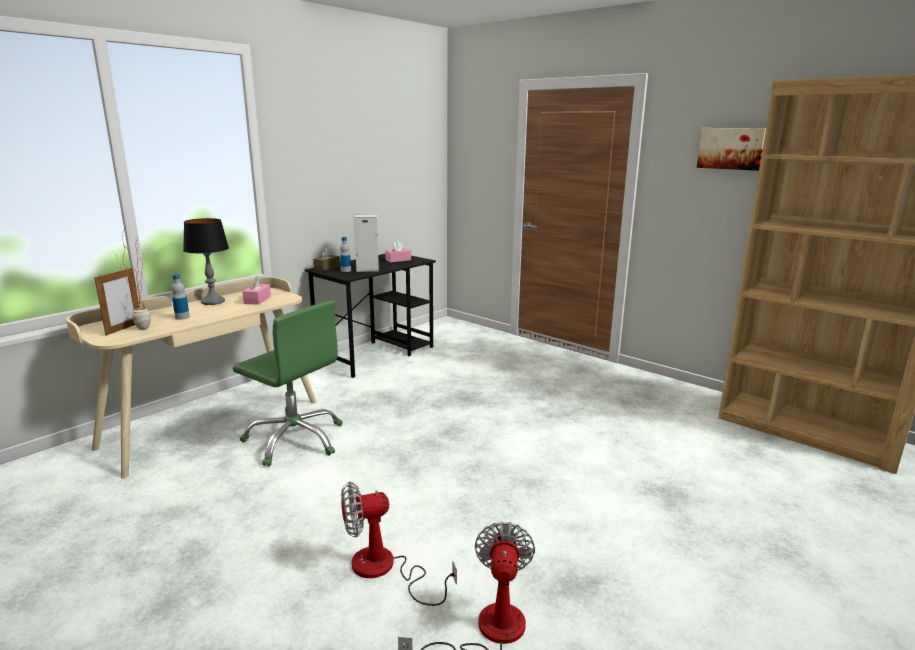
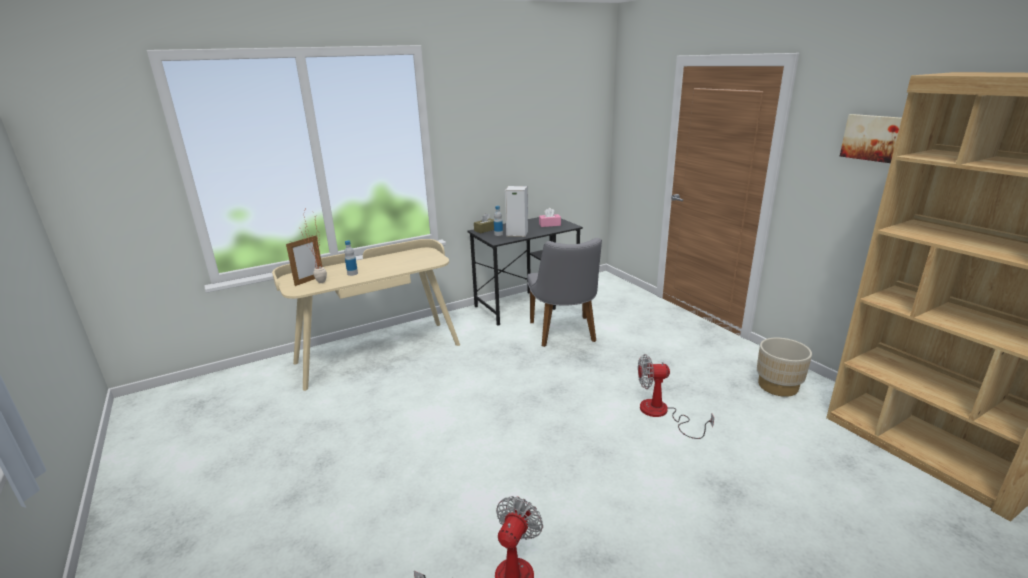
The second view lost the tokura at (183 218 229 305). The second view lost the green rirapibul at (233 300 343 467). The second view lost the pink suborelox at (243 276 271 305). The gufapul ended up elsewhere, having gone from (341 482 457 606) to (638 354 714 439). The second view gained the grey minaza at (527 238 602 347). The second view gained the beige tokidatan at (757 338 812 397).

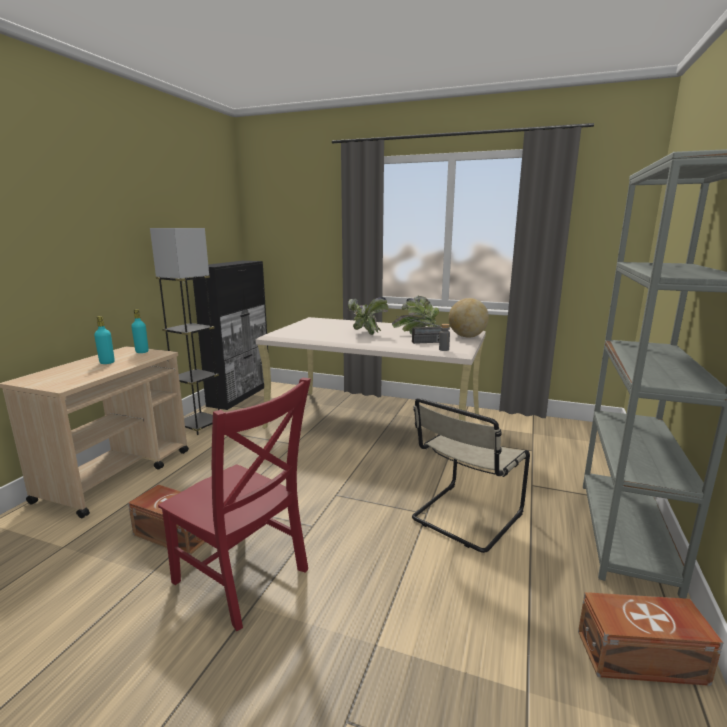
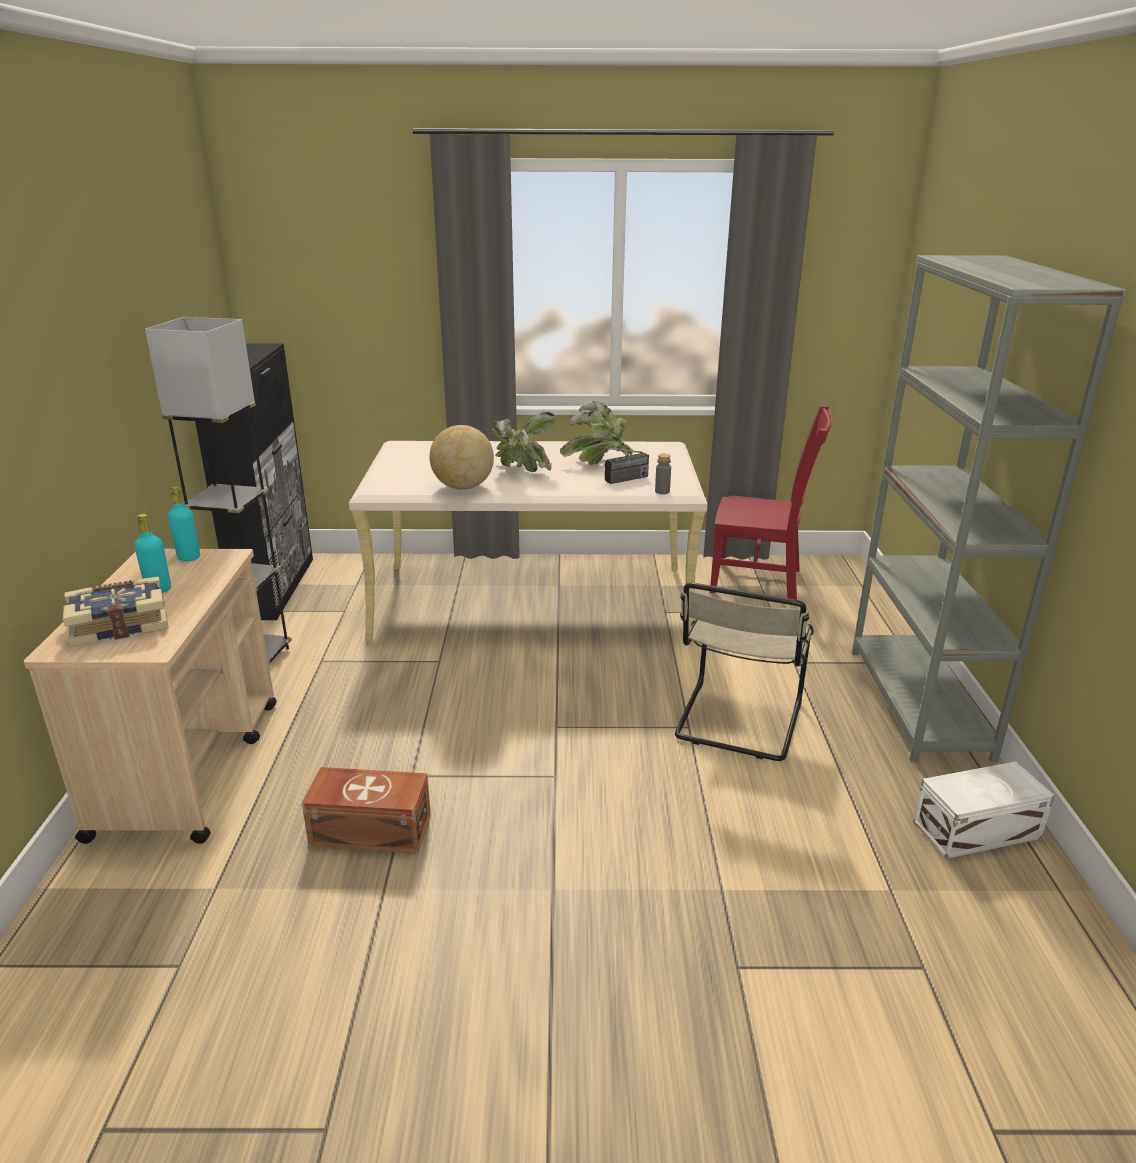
The red minaza ended up elsewhere, having gone from (158 378 311 631) to (710 405 831 600). The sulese ended up elsewhere, having gone from (449 298 489 337) to (429 425 494 490). What was the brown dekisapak at (578 592 724 686) turned into the white dekisapak at (913 761 1055 859). The second view gained the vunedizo at (63 577 168 647).

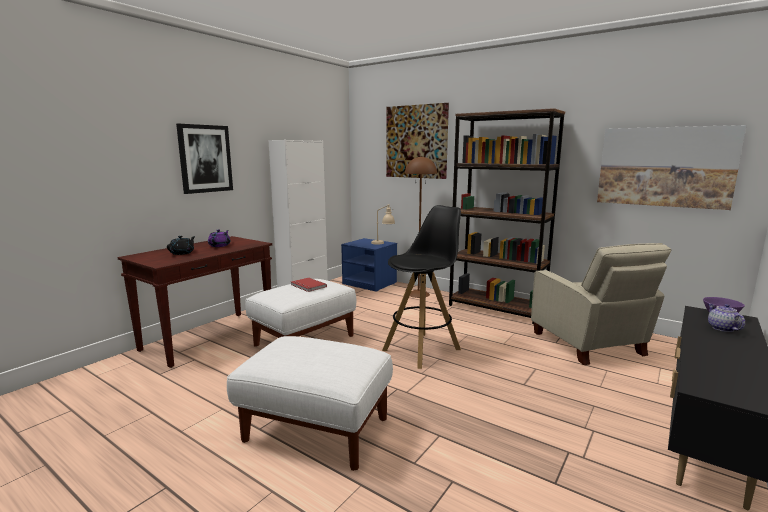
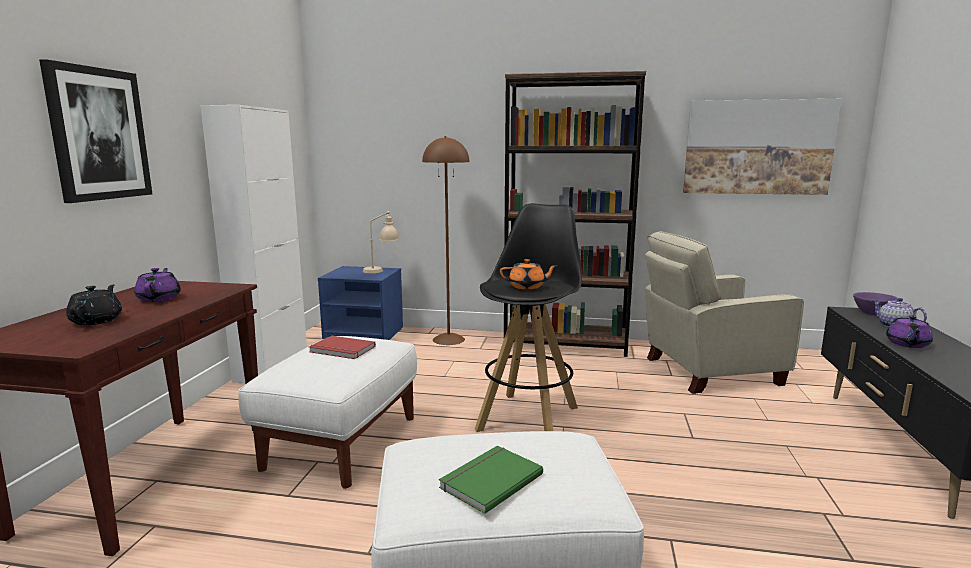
The second view lost the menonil at (386 103 449 179). The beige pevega at (531 243 671 365) ended up facing another way, 120 degrees clockwise from before. The second view gained the green vunedizo at (439 446 543 514). The second view gained the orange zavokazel at (500 259 558 290). The second view gained the purple zavokazel at (886 315 933 348).

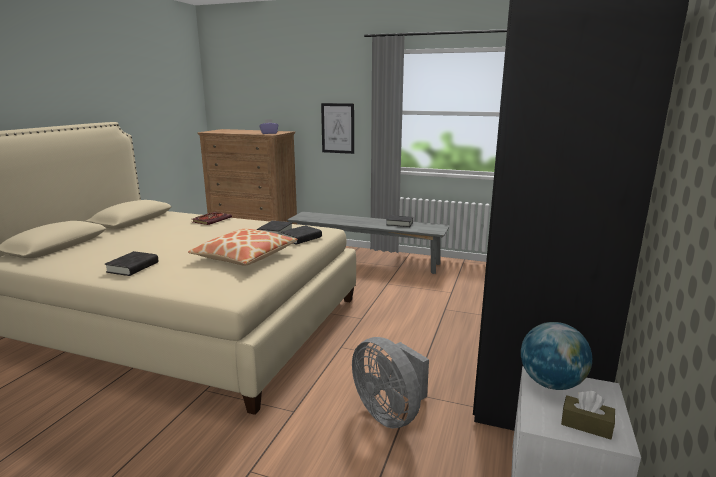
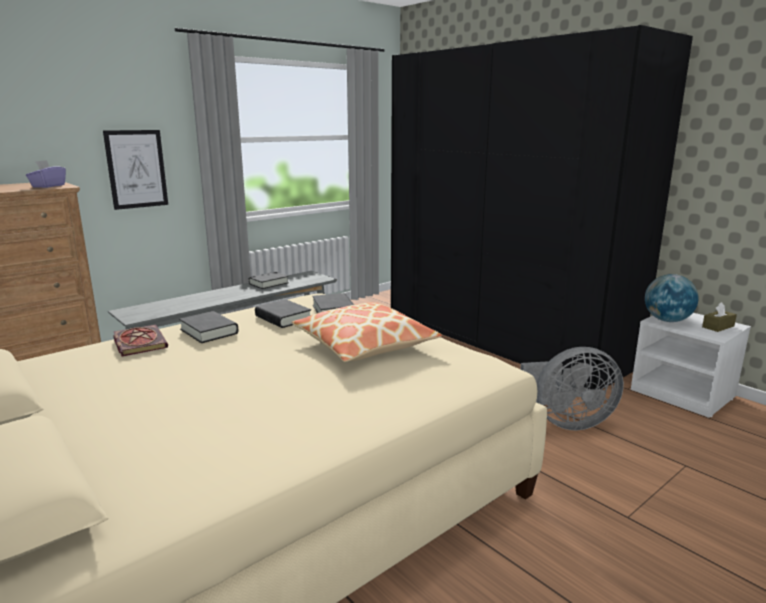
The black vunedizo ended up elsewhere, having gone from (105 251 159 276) to (179 311 238 343).

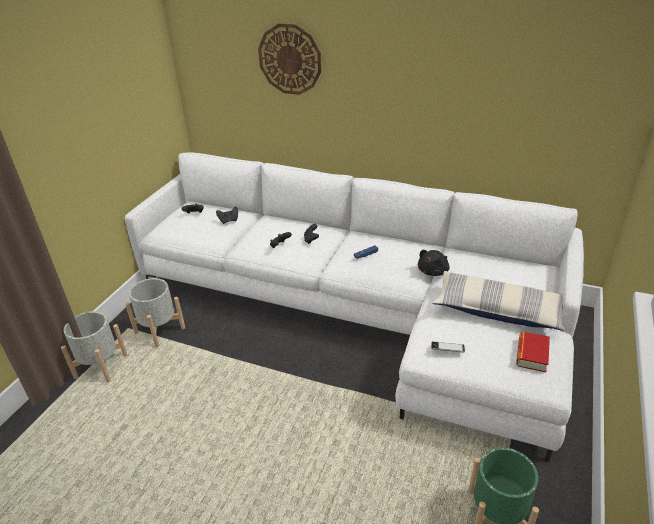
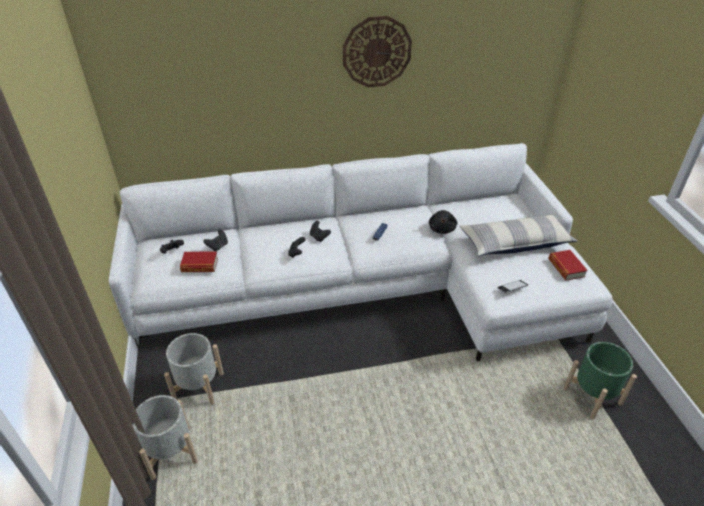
The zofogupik ended up elsewhere, having gone from (258 24 321 95) to (343 16 412 87). The second view gained the vunedizo at (180 251 218 272).

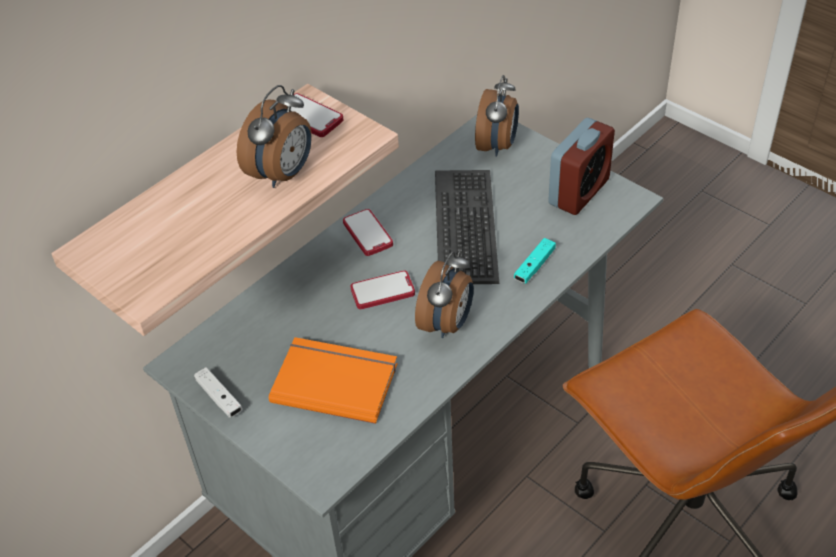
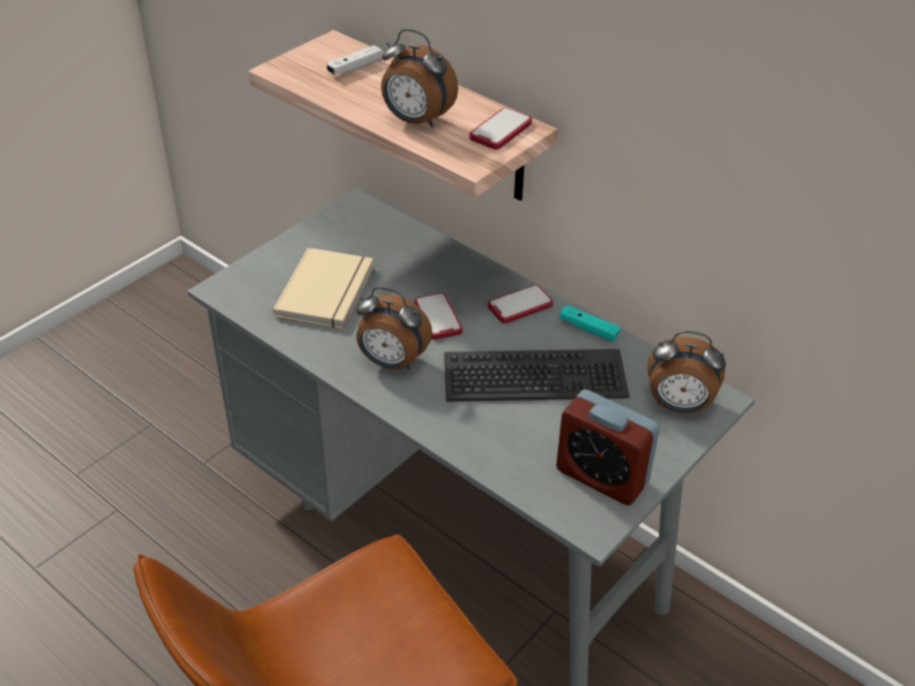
The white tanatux ended up elsewhere, having gone from (194 367 242 418) to (327 45 383 75). What was the orange vunedizo at (269 337 398 424) turned into the beige vunedizo at (272 248 374 329). The turquoise tanatux ended up elsewhere, having gone from (514 238 556 283) to (560 305 620 342).

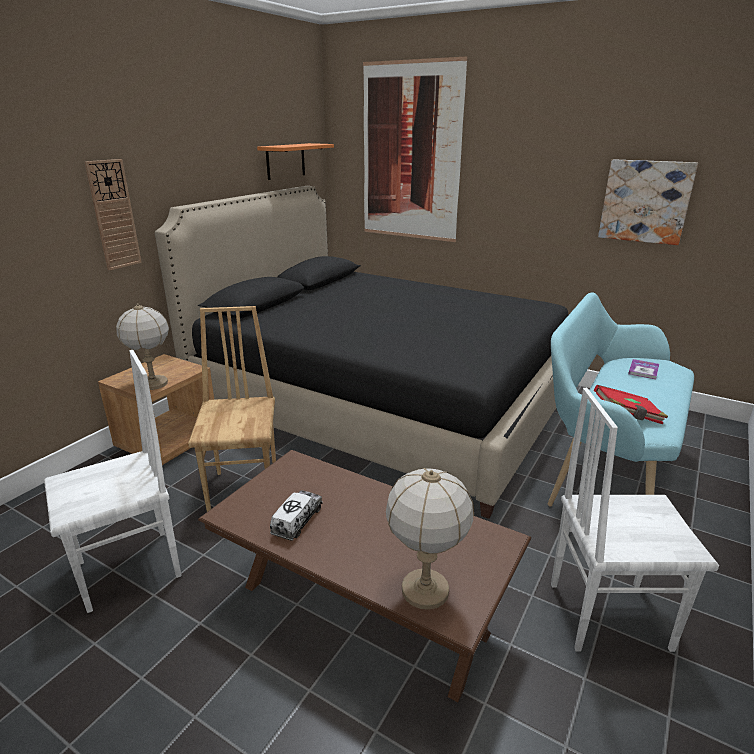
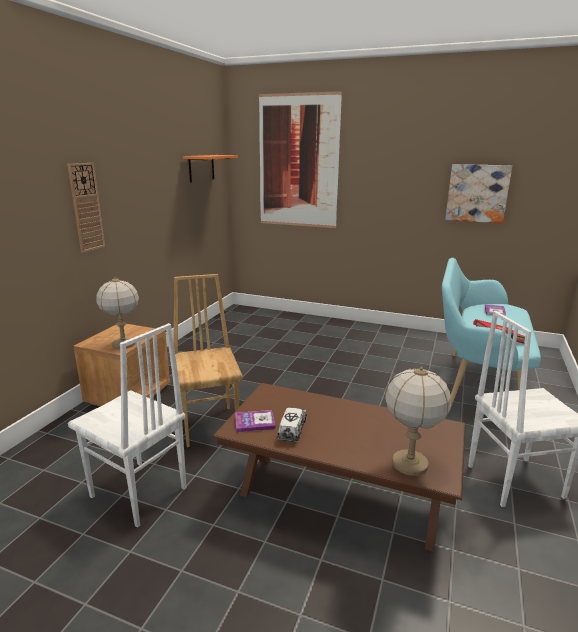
The white minaza at (44 350 181 613) ended up facing another way, 75 degrees clockwise from before. The second view lost the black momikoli at (155 186 569 519). The second view gained the vunedizo at (235 410 275 432).

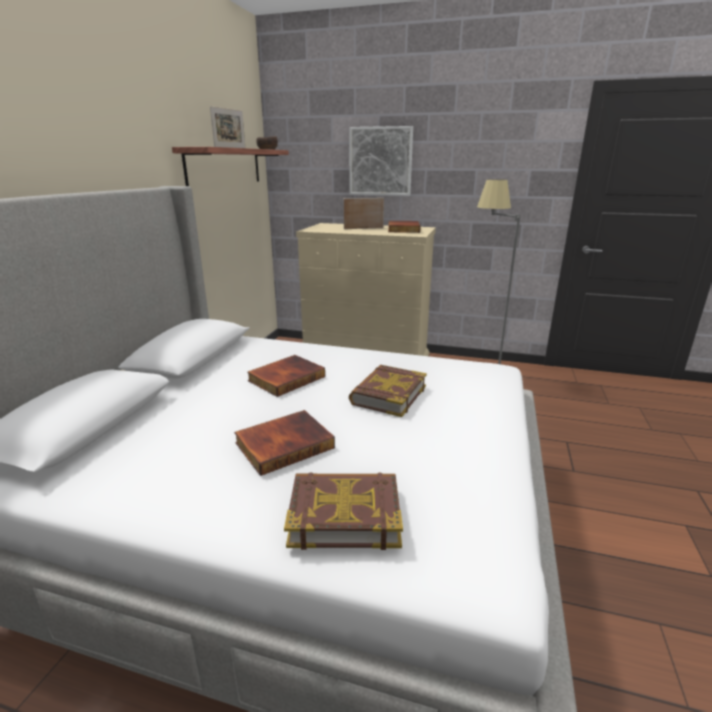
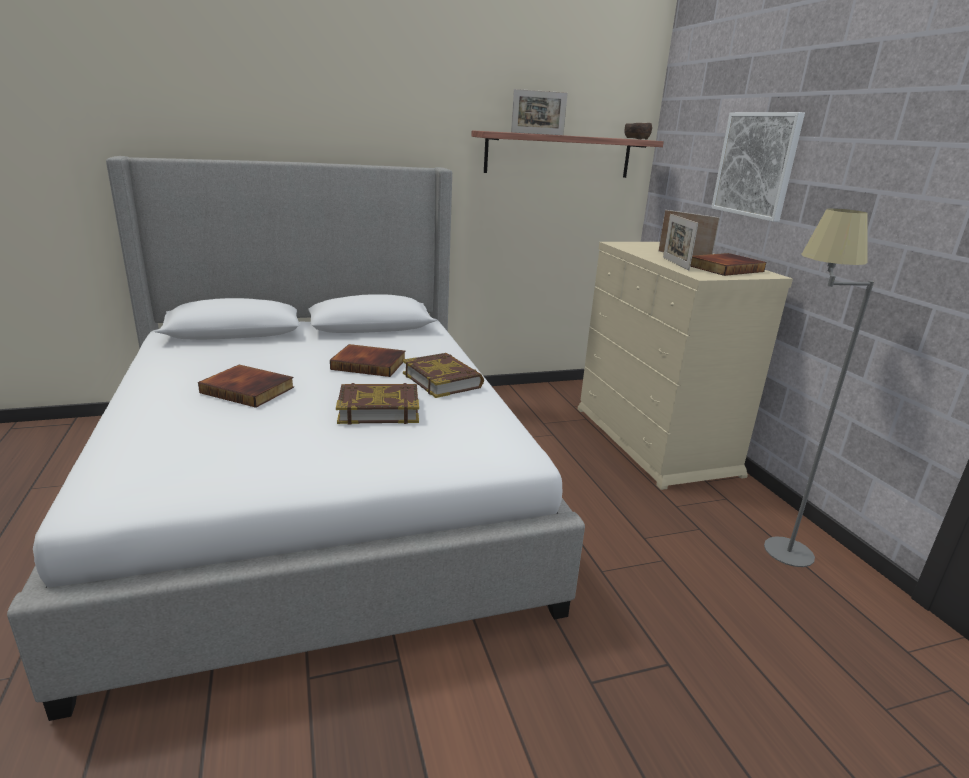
The vunedizo ended up elsewhere, having gone from (284 472 403 550) to (402 353 484 398). The second view gained the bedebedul at (663 214 698 270).

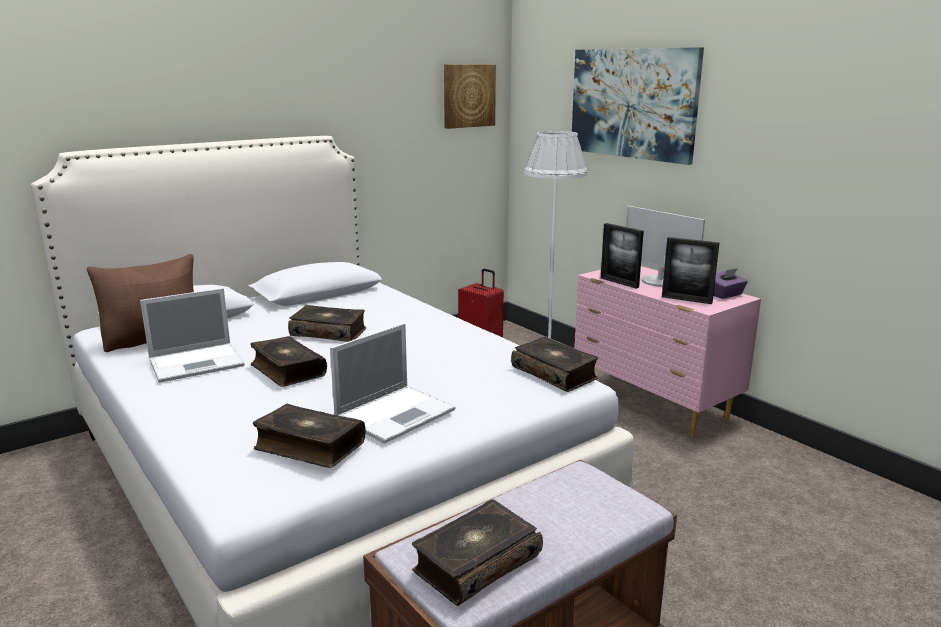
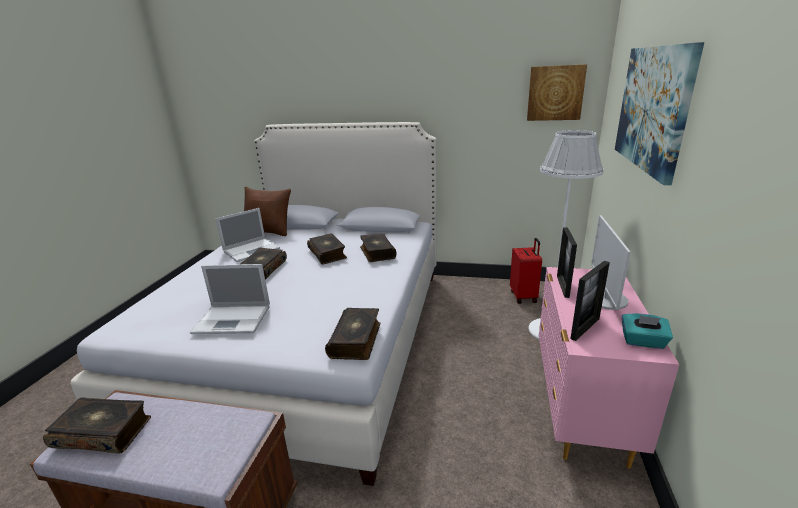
The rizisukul at (140 288 245 383) ended up facing another way, 60 degrees counterclockwise from before. The vunedizo ended up elsewhere, having gone from (253 404 365 468) to (360 234 397 262). The bedebedul at (662 237 720 304) ended up facing another way, 120 degrees counterclockwise from before. What was the purple suborelox at (713 268 748 299) turned into the turquoise suborelox at (622 313 673 349).

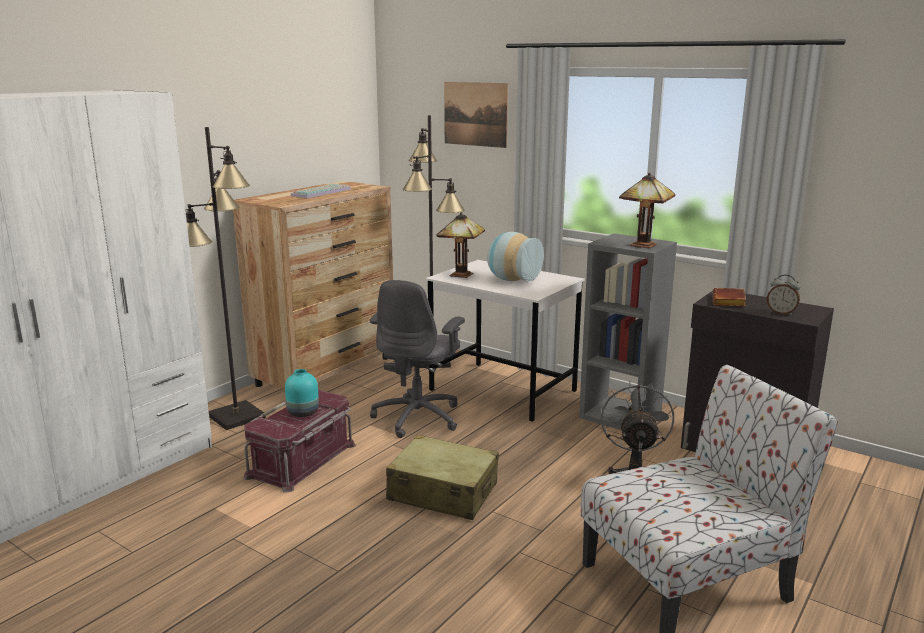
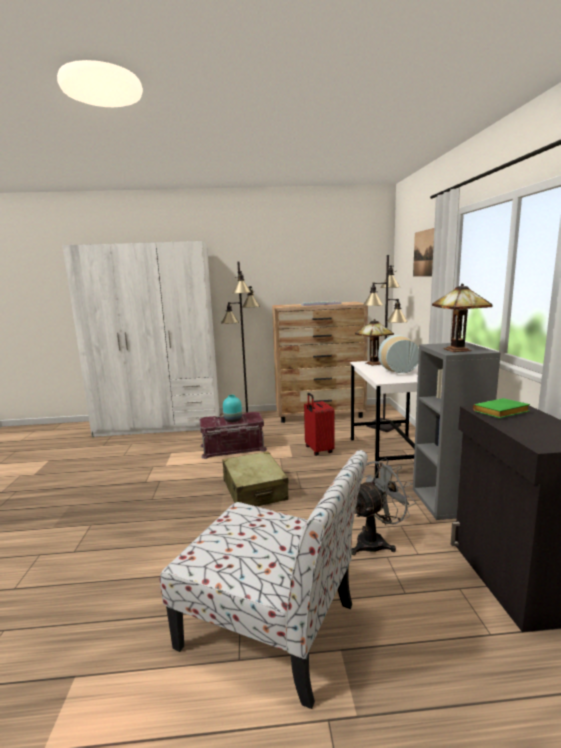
Where the grey rirapibul stood at (370 280 465 438), the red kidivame came to stand at (304 393 335 456). What was the brown vunedizo at (713 288 746 307) turned into the green vunedizo at (473 398 530 418). The second view lost the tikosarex at (767 274 800 315).

